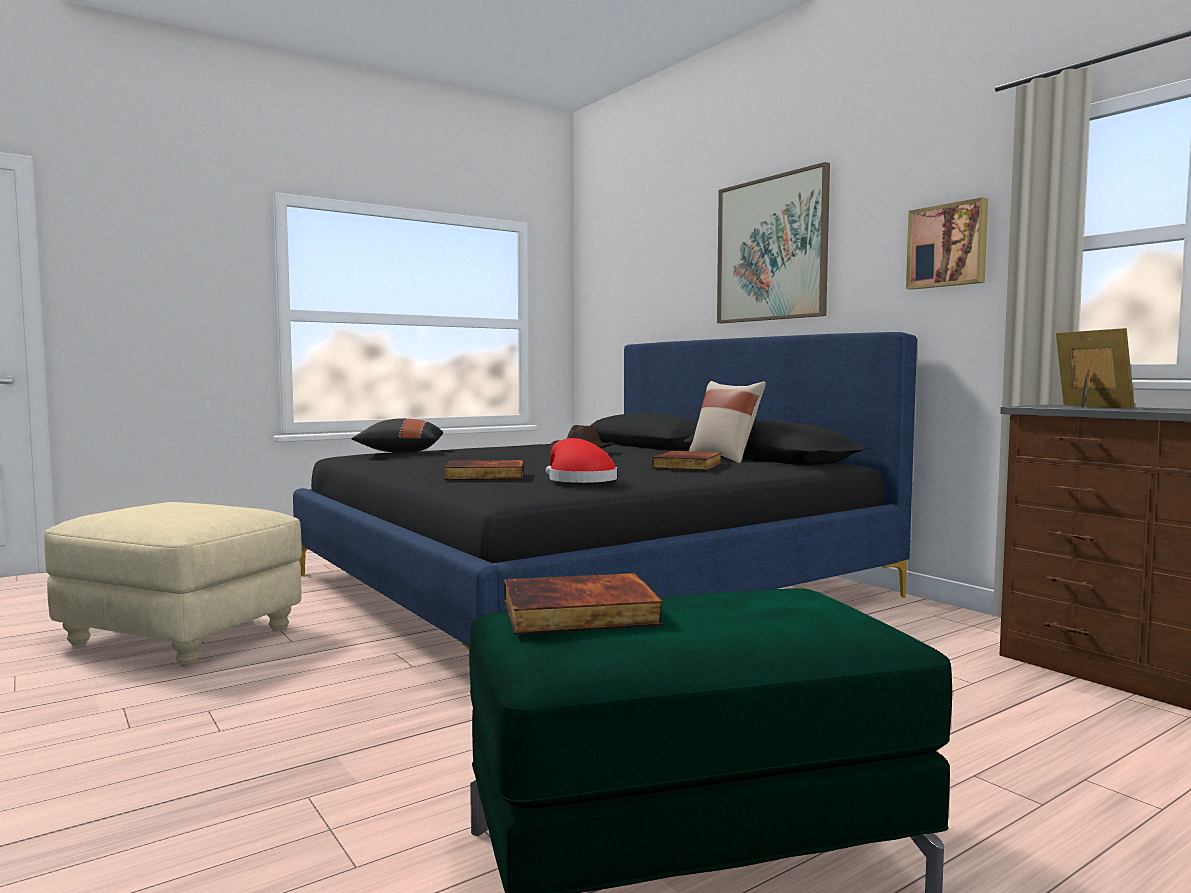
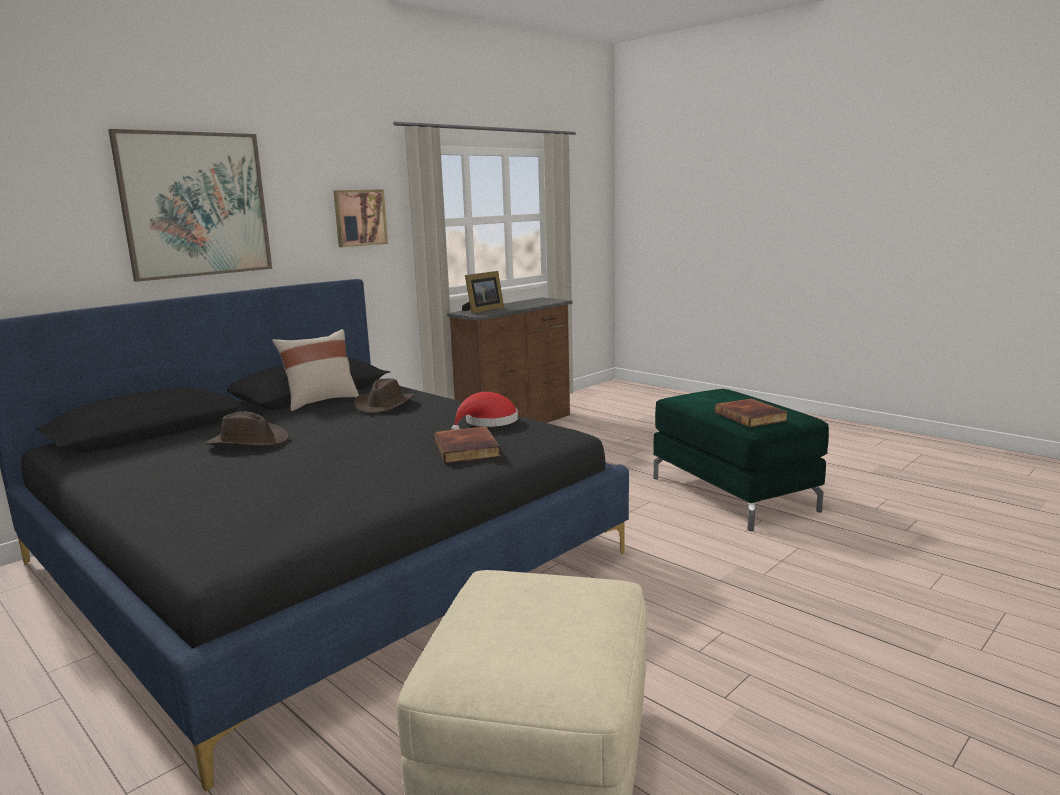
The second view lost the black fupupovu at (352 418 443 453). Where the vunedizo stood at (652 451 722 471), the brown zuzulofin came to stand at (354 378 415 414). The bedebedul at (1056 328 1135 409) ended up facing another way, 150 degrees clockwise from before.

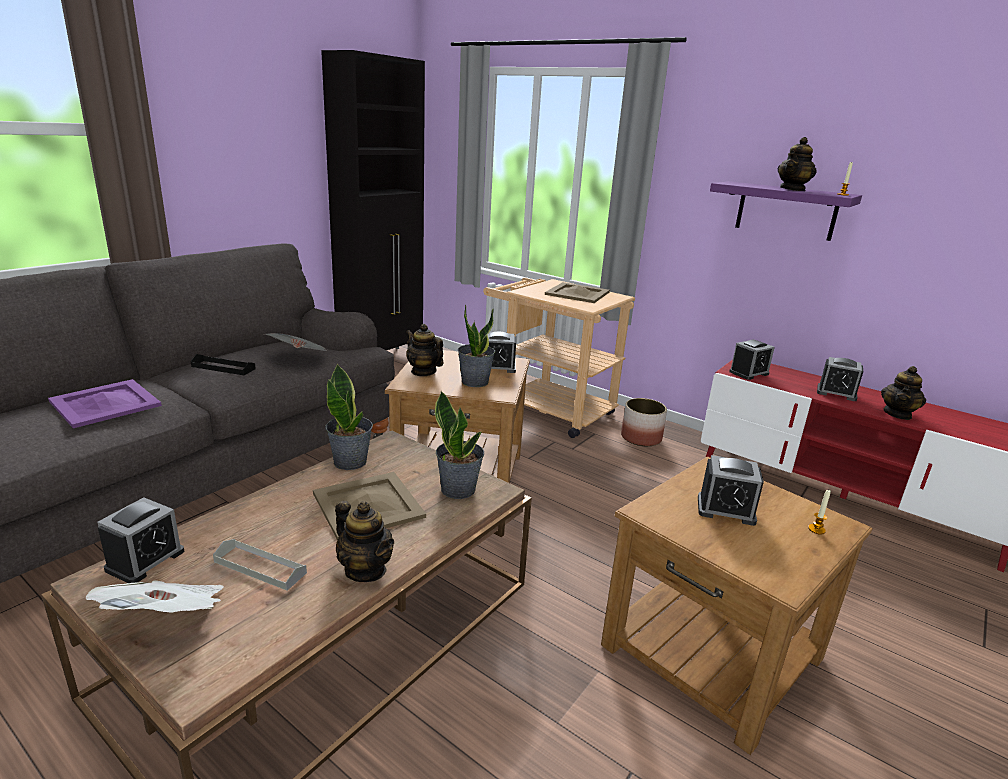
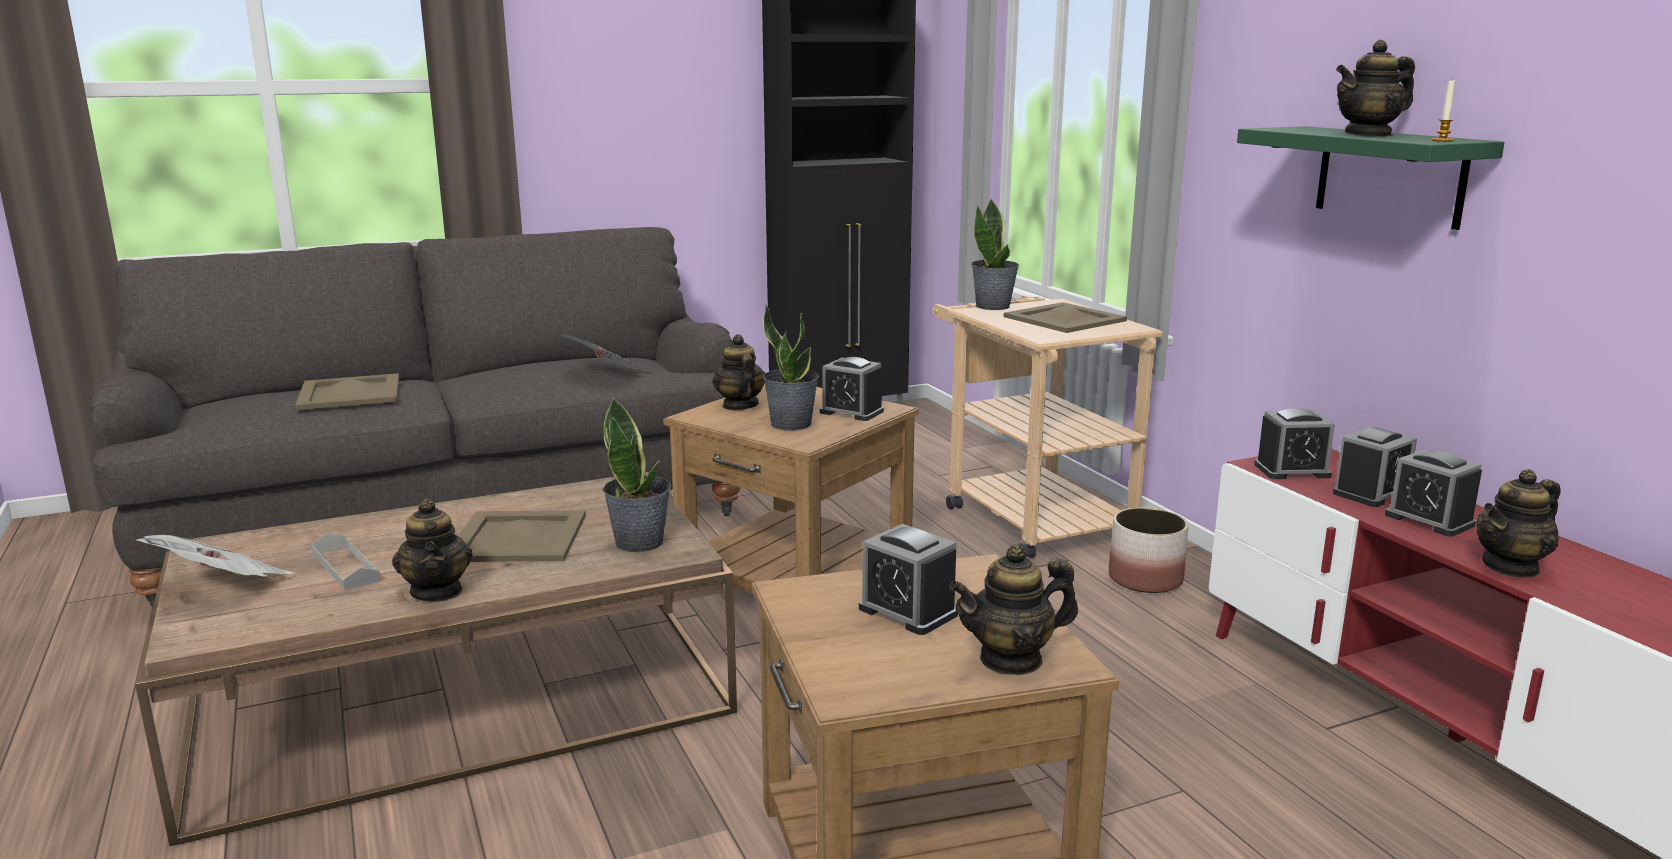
What was the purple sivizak at (48 379 162 428) turned into the beige sivizak at (295 373 399 410). The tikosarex ended up elsewhere, having gone from (97 497 184 583) to (1333 427 1417 507). The second view lost the black sivizak at (191 354 256 375). The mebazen ended up elsewhere, having gone from (325 364 373 470) to (971 198 1019 310). What was the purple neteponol at (710 181 862 241) turned into the green neteponol at (1237 126 1505 230). Where the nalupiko stood at (808 490 831 535), the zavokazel came to stand at (949 544 1078 675).

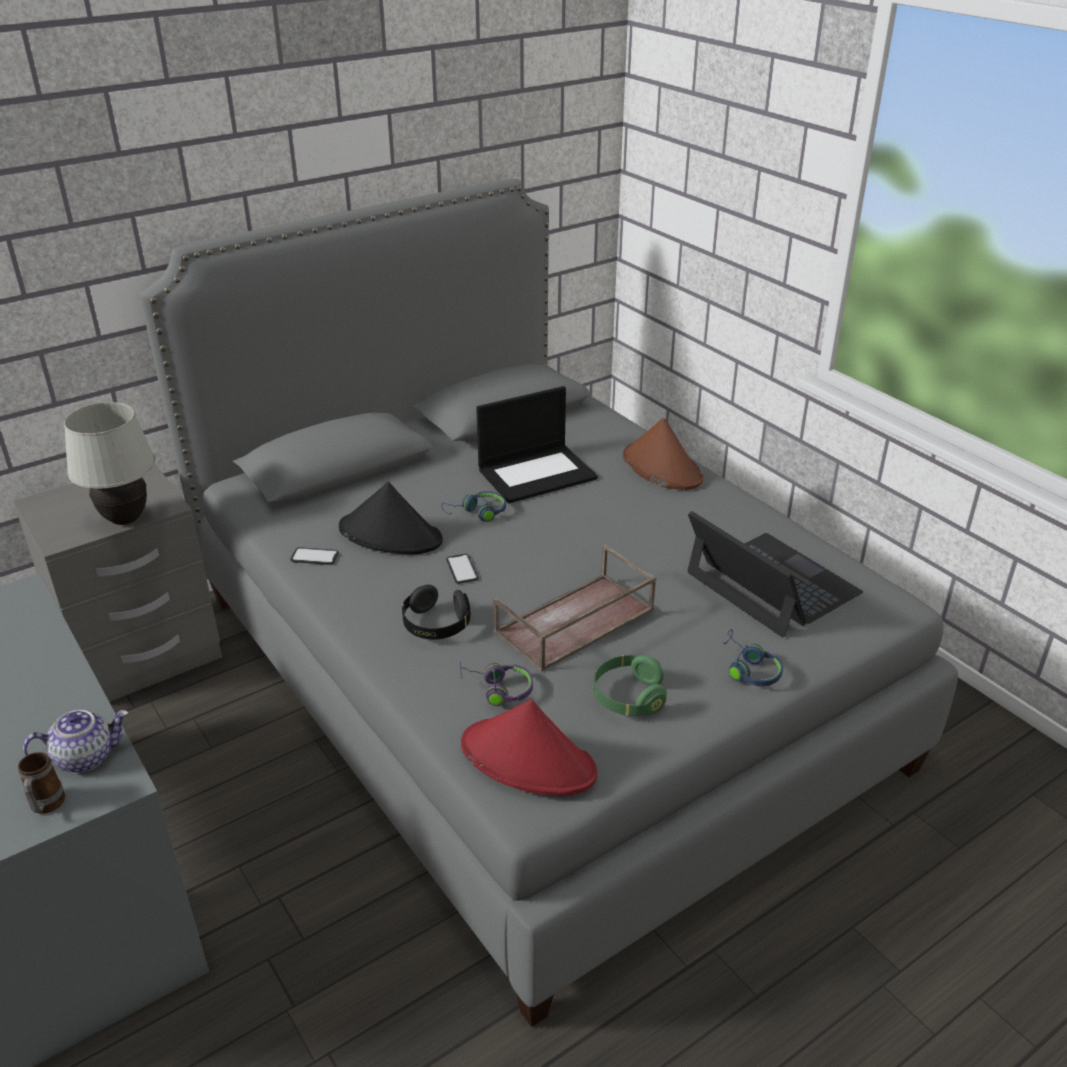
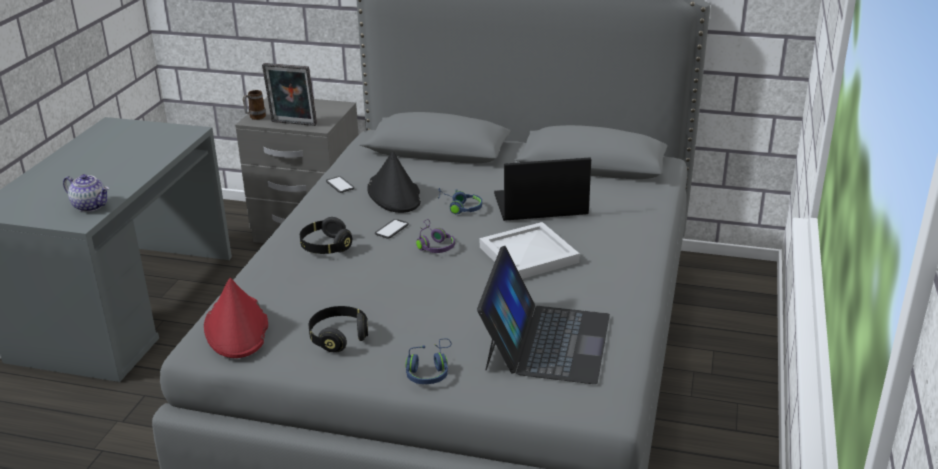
The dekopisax ended up elsewhere, having gone from (18 752 65 814) to (243 90 266 120). Where the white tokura stood at (64 402 156 525), the bedebedul came to stand at (262 63 317 126). The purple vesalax ended up elsewhere, having gone from (460 661 533 706) to (416 219 455 253). The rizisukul at (476 386 598 503) ended up facing another way, 150 degrees clockwise from before. The second view lost the brown sivizak at (493 544 656 672). What was the green vesalax at (593 655 667 717) turned into the black vesalax at (308 306 368 353). The second view lost the brown zuzulofin at (623 418 703 490). The second view gained the white sivizak at (480 222 580 279).

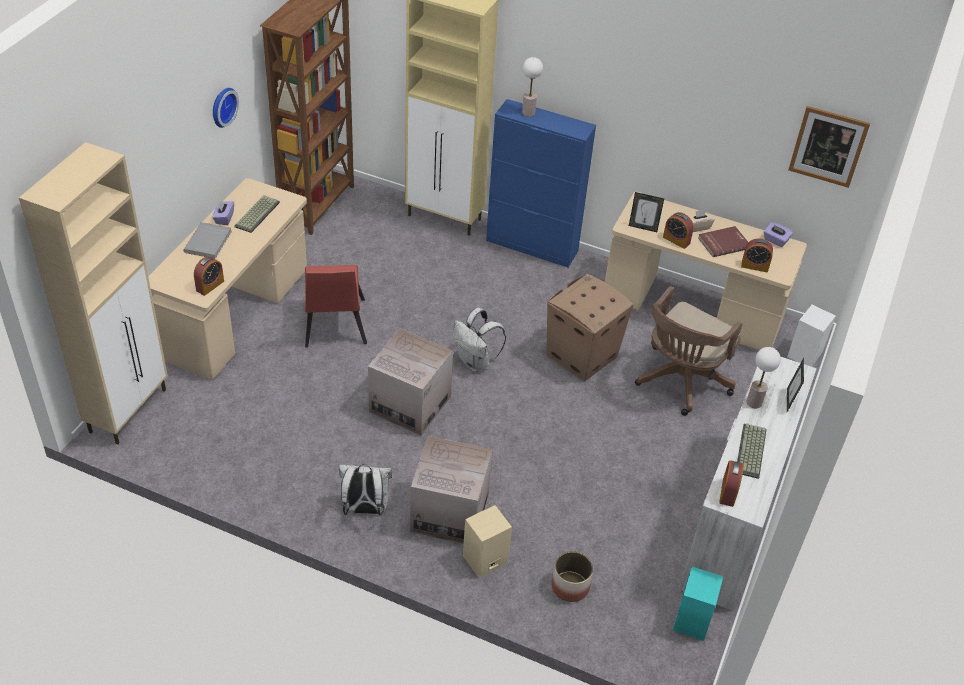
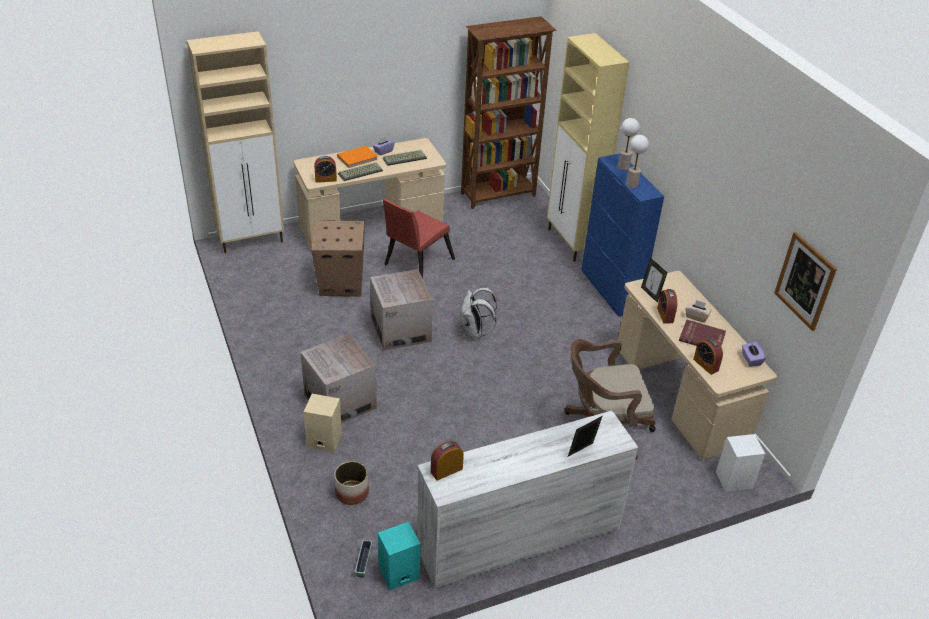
What was the grey vunedizo at (184 222 231 259) turned into the orange vunedizo at (337 146 378 168). The second view lost the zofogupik at (213 88 239 128). The second view lost the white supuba at (339 464 392 515). The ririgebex ended up elsewhere, having gone from (547 274 634 381) to (311 220 365 297). The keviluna ended up elsewhere, having gone from (737 423 767 479) to (338 162 383 181). The tokura ended up elsewhere, having gone from (747 347 781 408) to (626 135 649 188). The second view gained the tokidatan at (355 540 372 577).

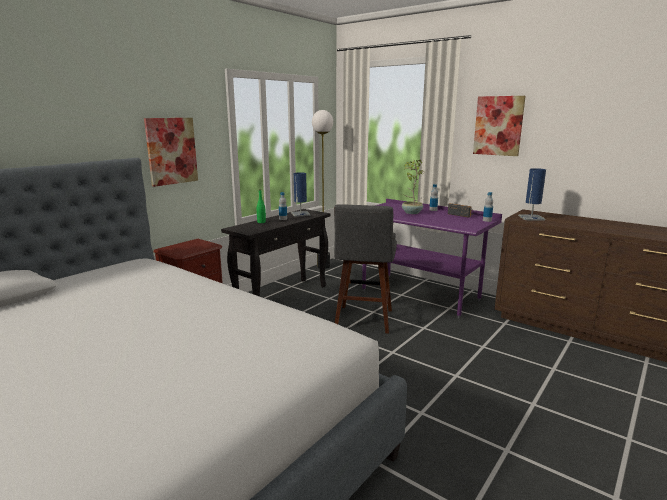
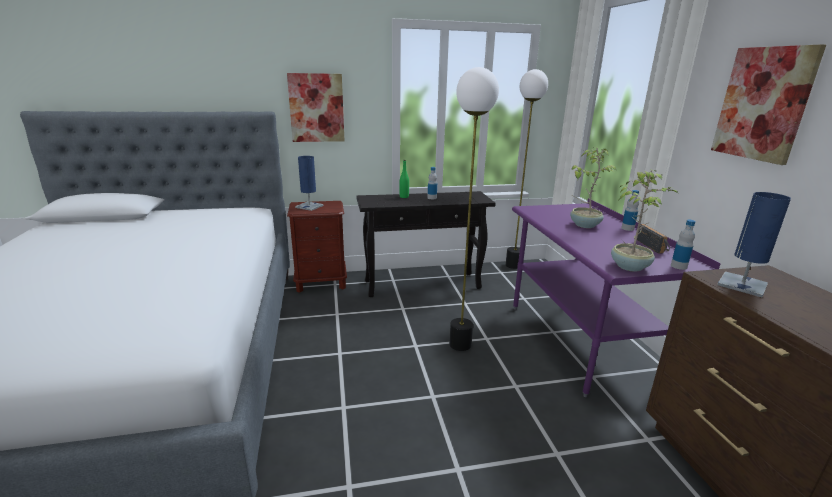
The blue tokura ended up elsewhere, having gone from (291 173 310 217) to (295 156 324 211). Where the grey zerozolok stood at (334 204 397 334), the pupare came to stand at (449 67 499 351). The second view gained the mebazen at (611 169 678 272).

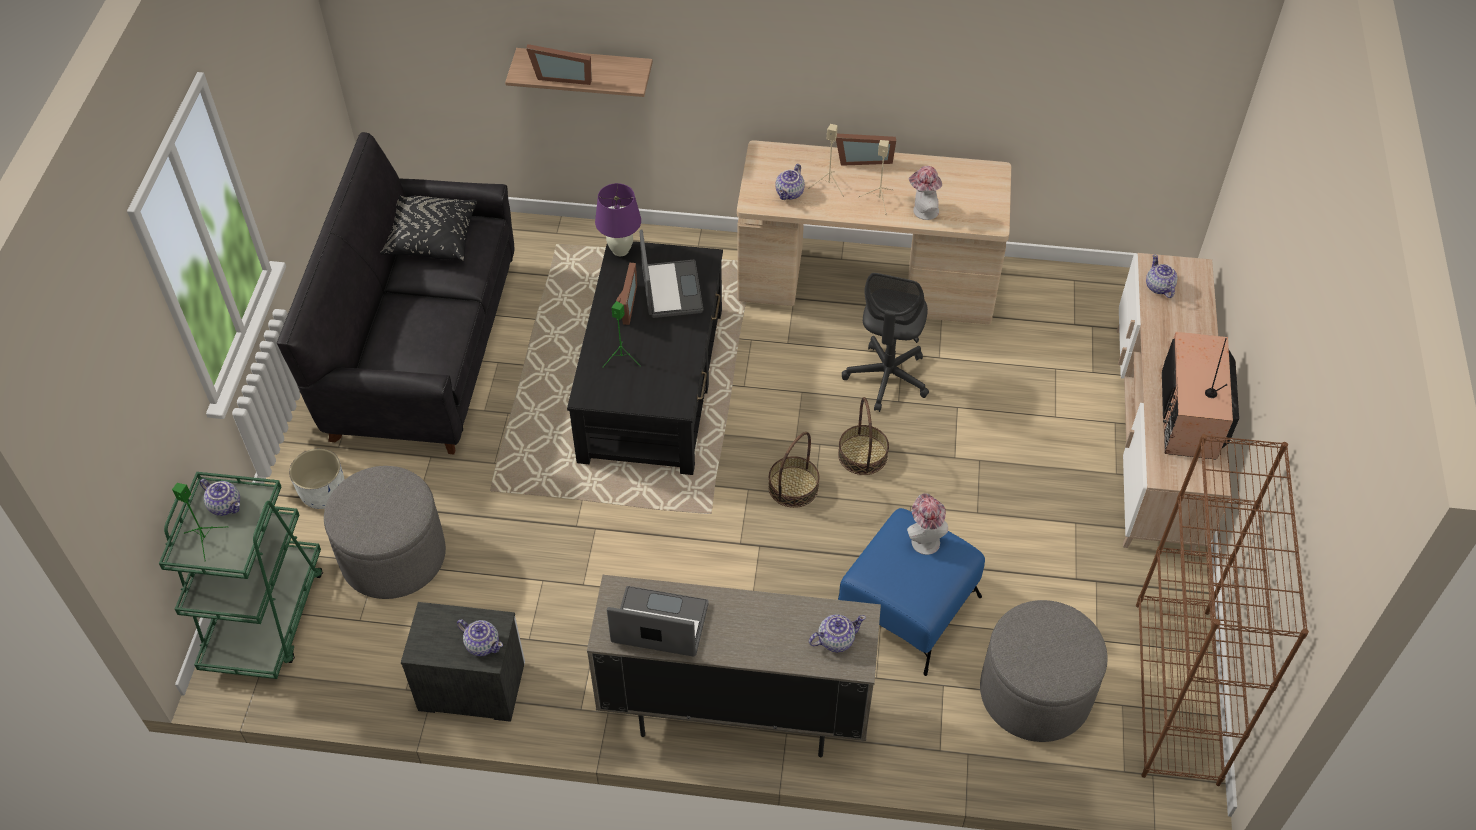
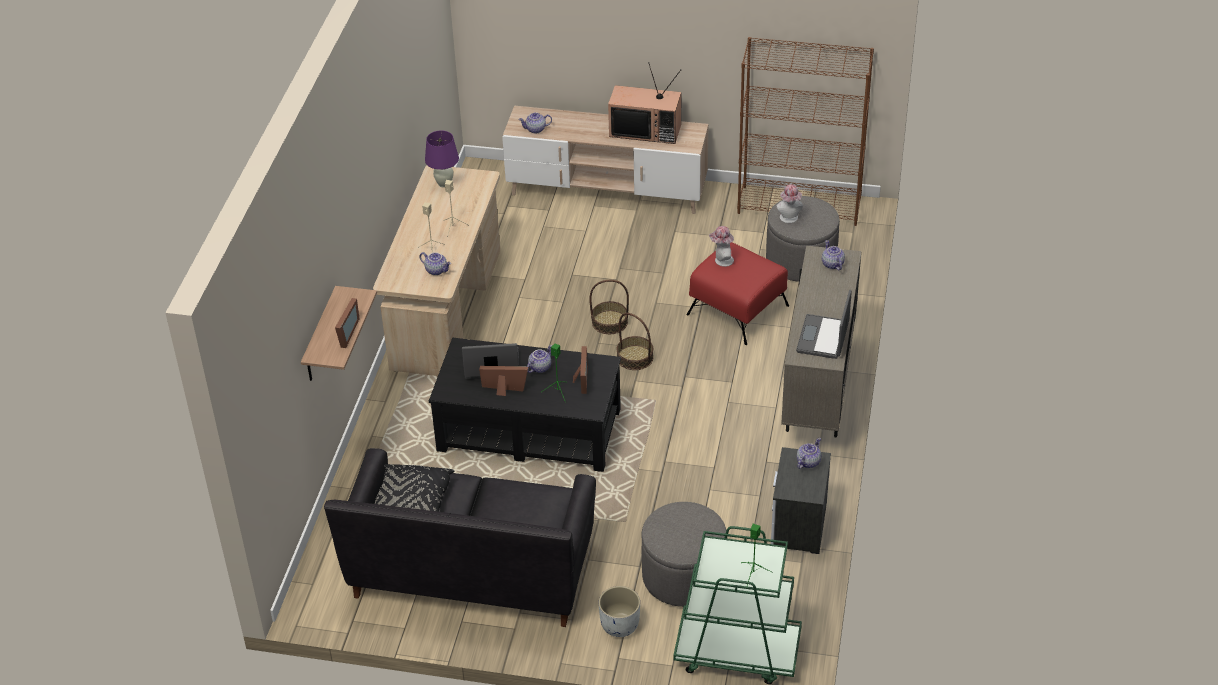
The zavokazel ended up elsewhere, having gone from (200 479 240 516) to (527 345 552 373). The purple tokura ended up elsewhere, having gone from (595 183 641 256) to (425 130 459 188). The bedebedul ended up elsewhere, having gone from (836 134 896 166) to (573 346 588 394). What was the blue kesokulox at (838 508 985 676) turned into the red kesokulox at (687 242 789 345). The second view lost the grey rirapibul at (842 273 929 412). The zuzulofin ended up elsewhere, having gone from (908 166 942 220) to (776 184 803 223).

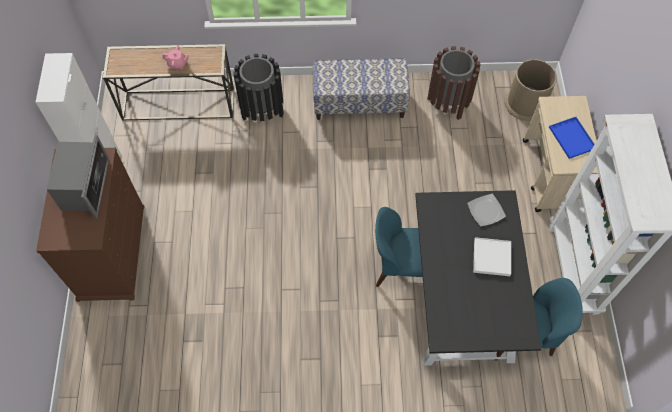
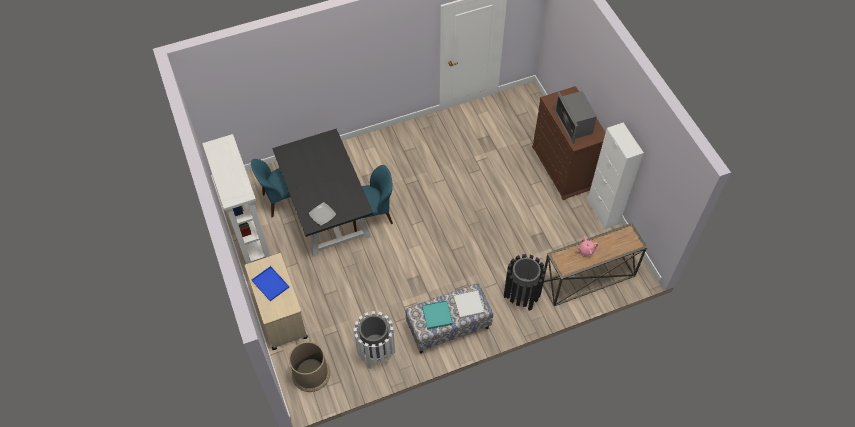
What was the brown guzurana at (427 46 480 120) turned into the white guzurana at (354 311 395 369). The white sivizak ended up elsewhere, having gone from (473 237 511 276) to (453 290 485 319). The second view gained the turquoise sivizak at (422 300 453 330).

